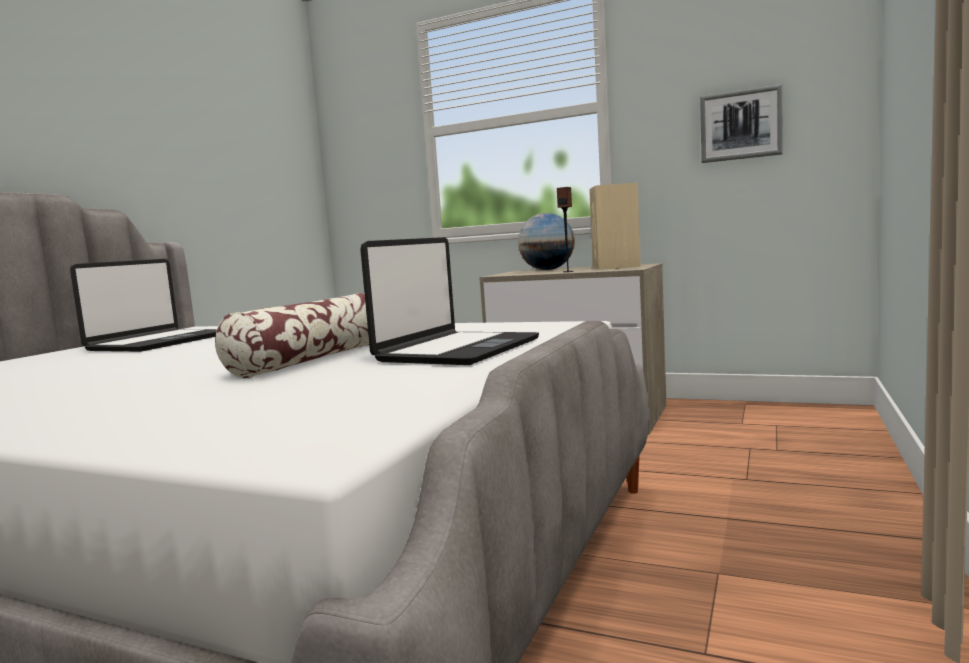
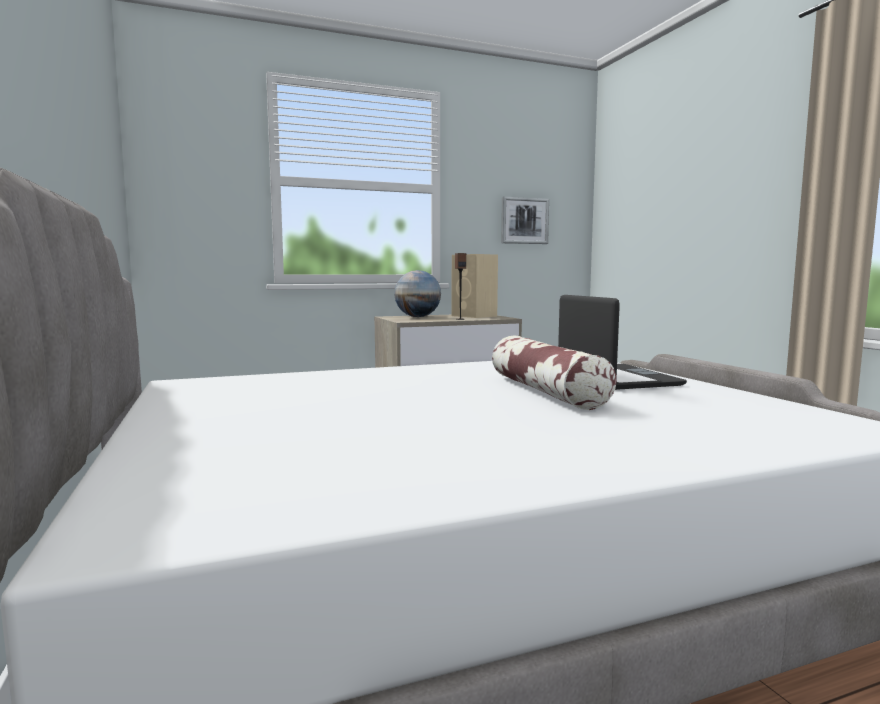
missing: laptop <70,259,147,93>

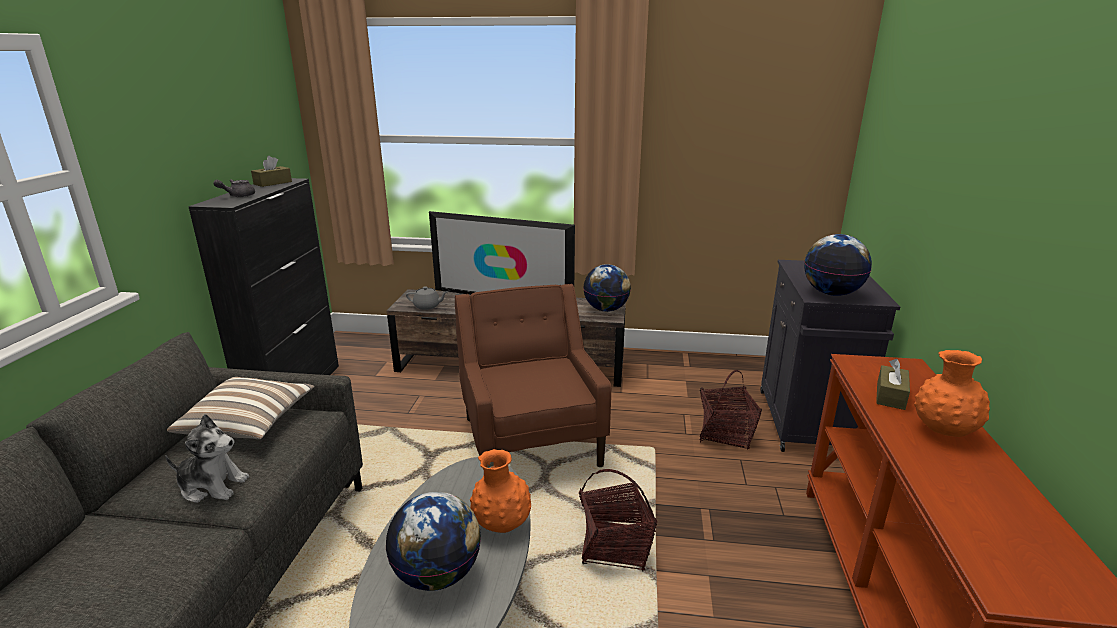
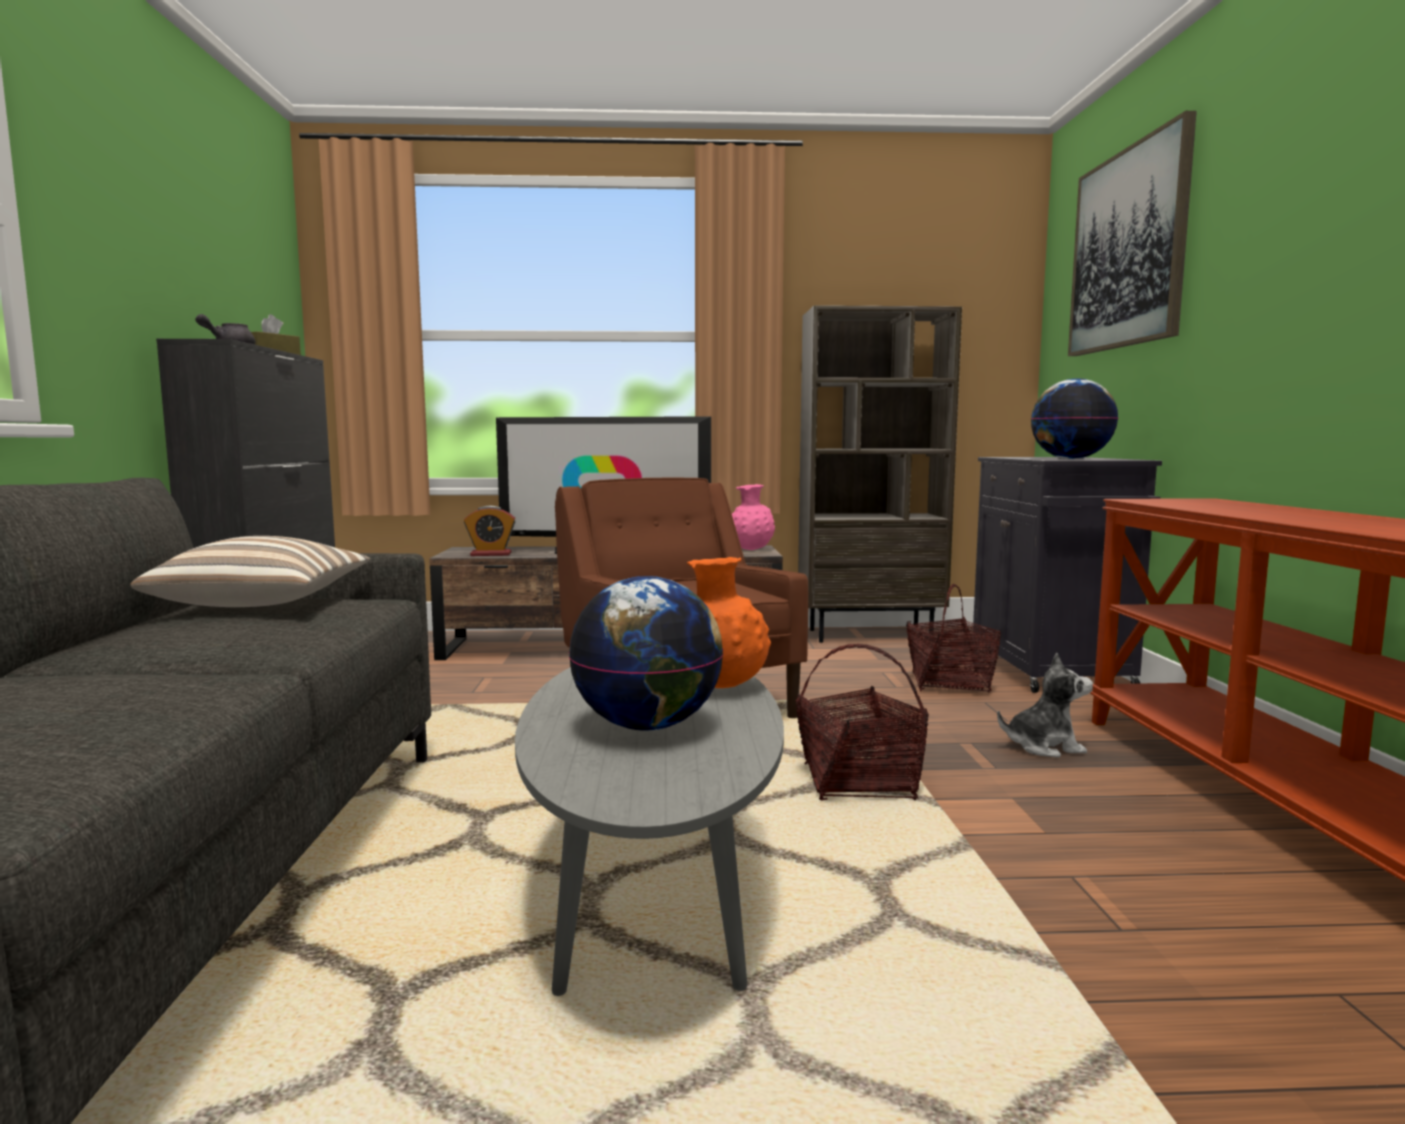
missing: brown_tissue_box <876,359,34,51>; orange_vase <914,350,76,87>
appeared: brown_bookcase <798,305,164,338>; picture <1068,111,129,245>
relocated: plush_toy <165,414,84,89> to <997,653,96,104>
exchanged: grey_teapot <406,286,42,24> to alarm_clock <464,506,52,50>; globe <583,264,48,48> to pink_vase <732,484,43,66>

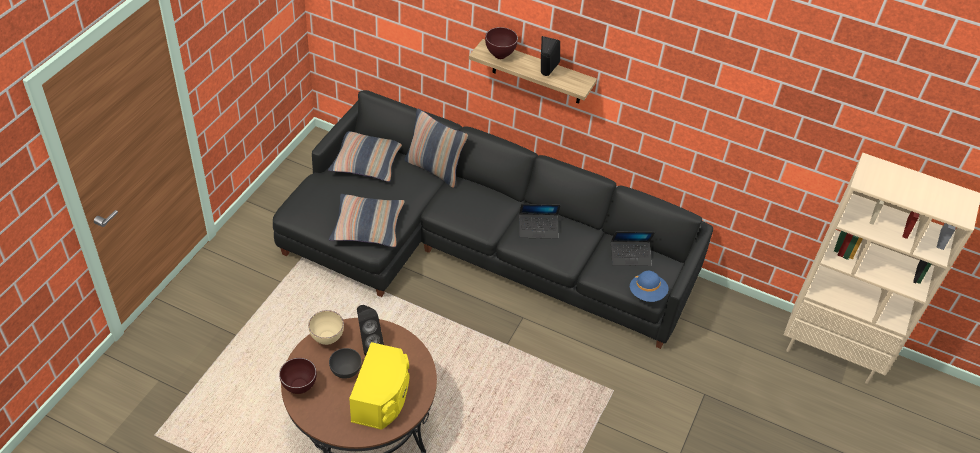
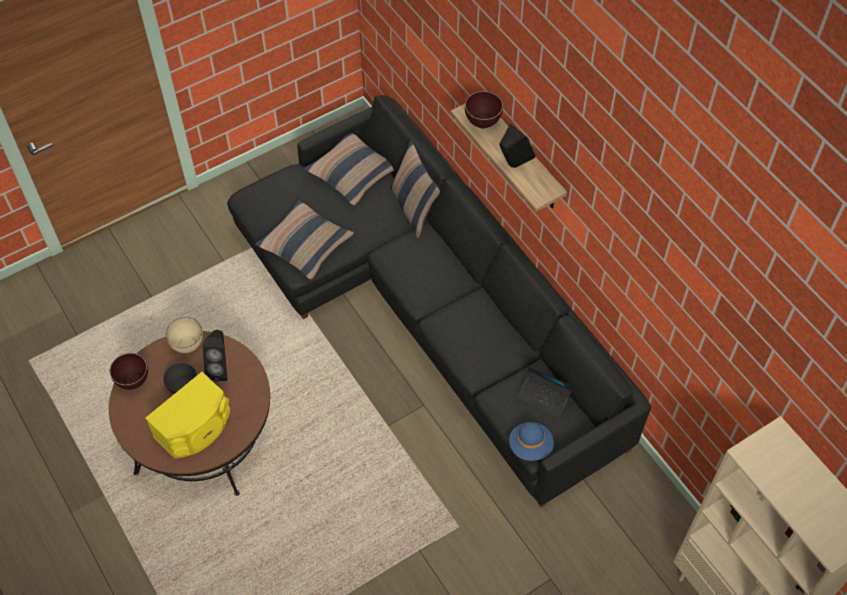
missing: laptop <519,204,42,35>

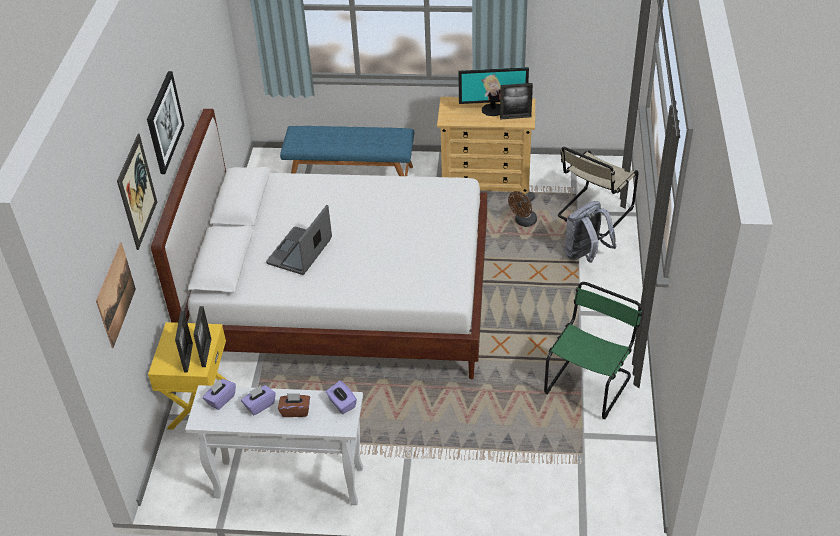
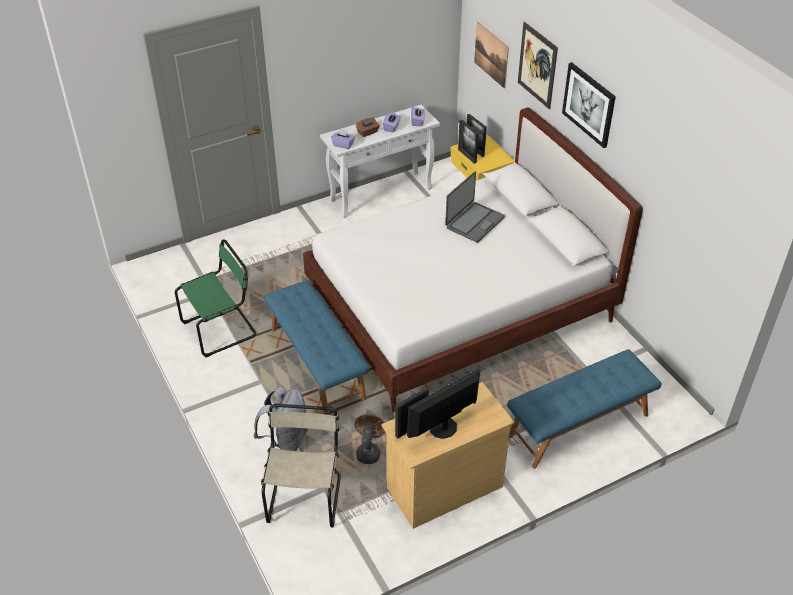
appeared: blue_bench <264,280,106,135>
spun: laptop <266,205,66,70> = <445,172,60,71> 45 degrees clockwise; green_chair <544,282,98,137> = <175,239,81,118> 120 degrees counterclockwise

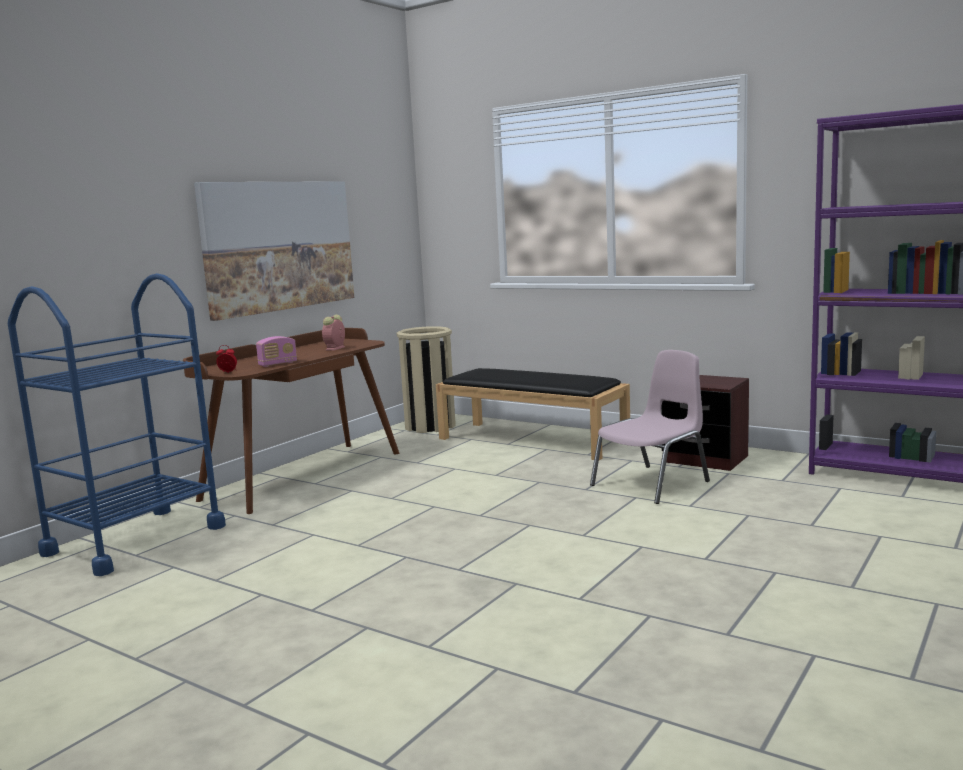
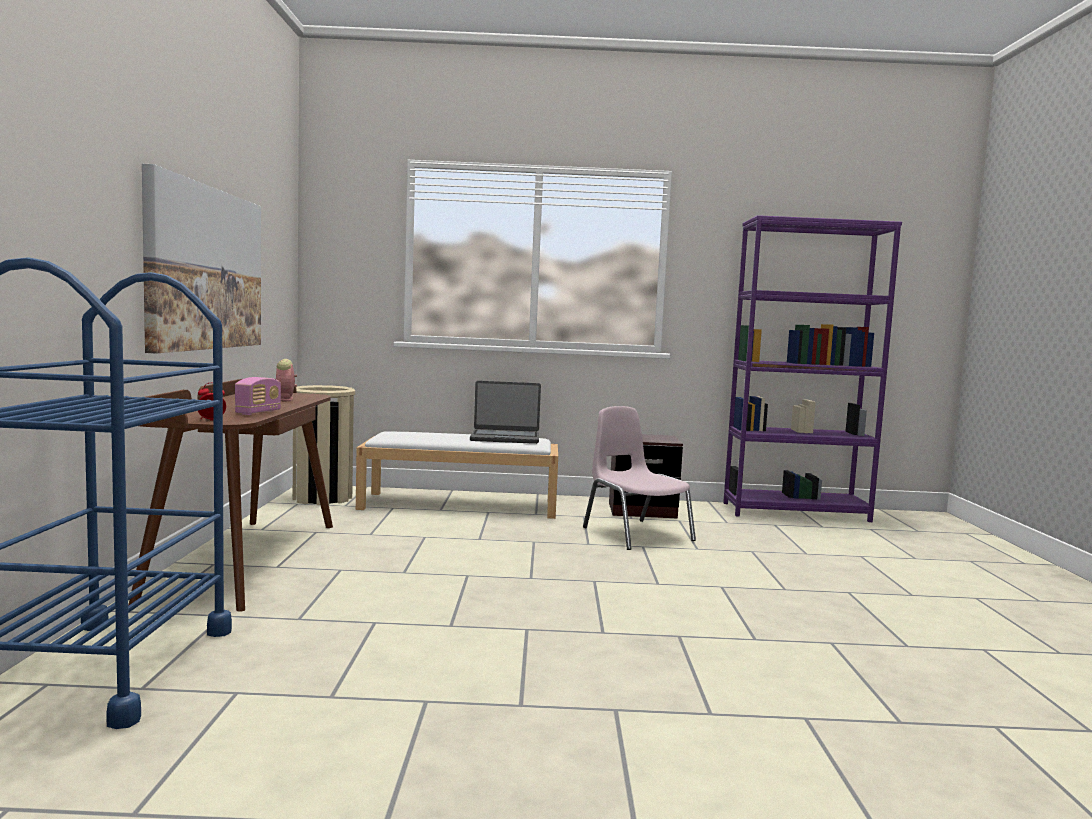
appeared: laptop <470,381,71,63>
colour: black_bench <436,368,194,92> to white_bench <356,431,202,88>
spun: pink_chair <590,350,120,154> = <583,406,113,144> 45 degrees counterclockwise

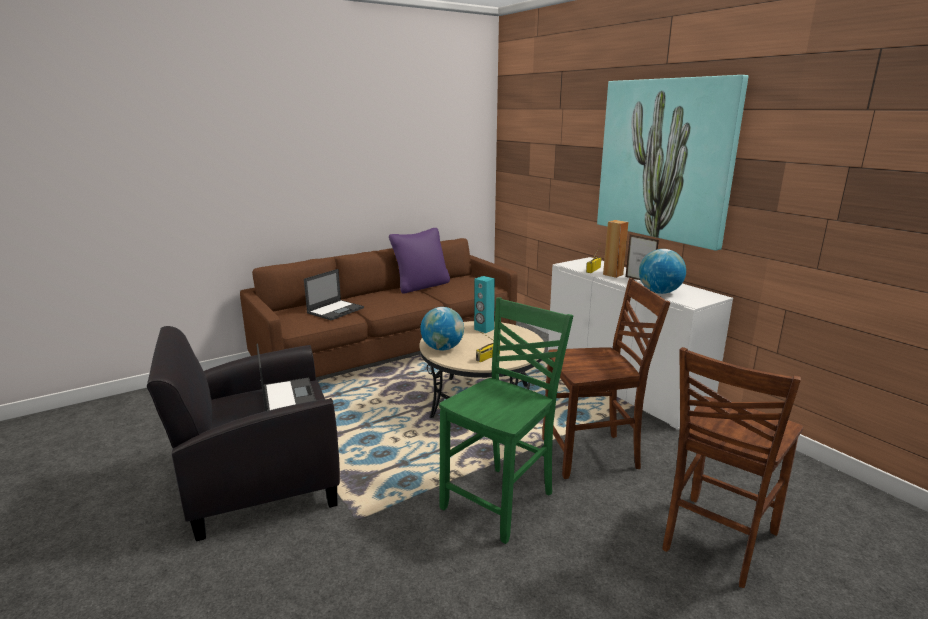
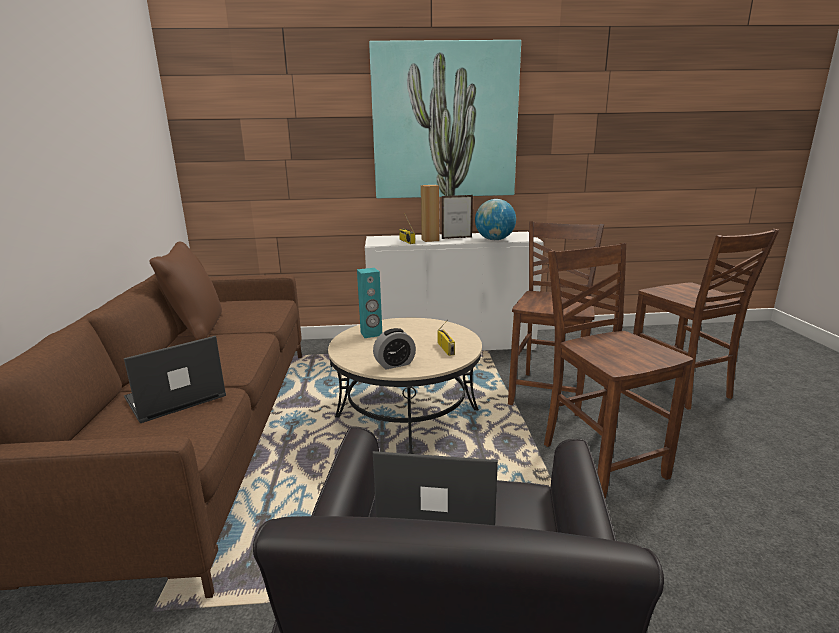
exchanged: globe <420,307,44,44> to alarm_clock <373,328,43,42>
colour: purple_pillow <389,228,61,66> to brown_pillow <149,241,73,99>; green_chair <439,297,134,247> to brown_chair <544,243,149,256>
spun: laptop <304,269,60,51> = <124,336,102,87> 105 degrees counterclockwise

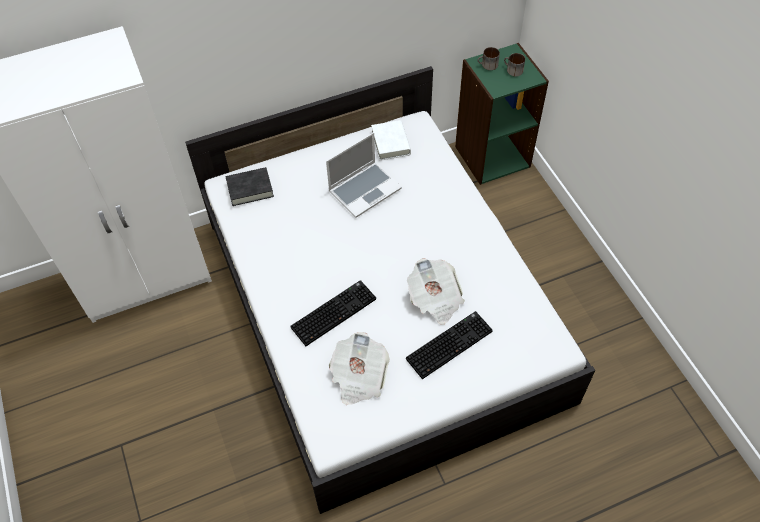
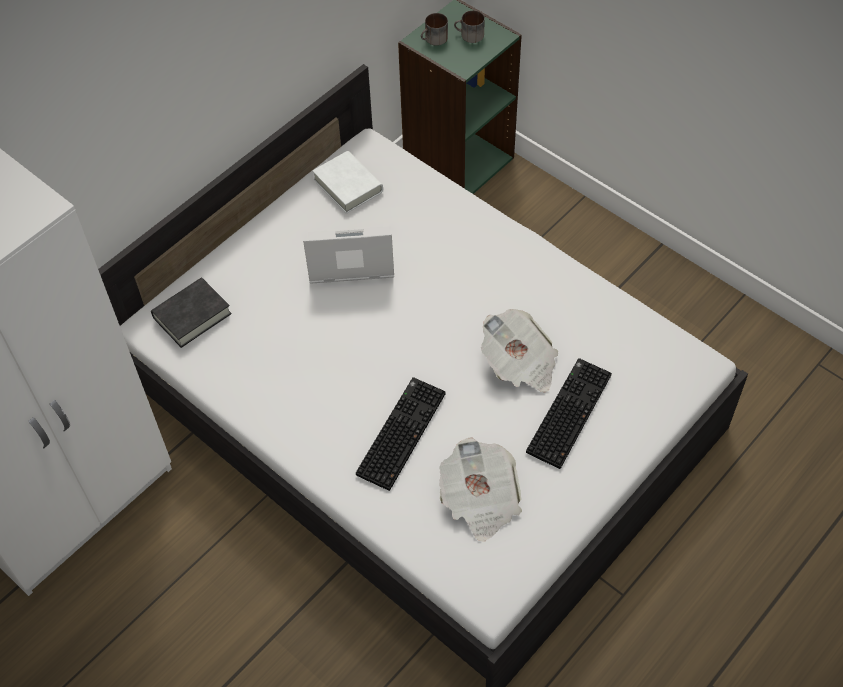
spun: laptop <326,133,76,85> = <303,226,91,58> 120 degrees counterclockwise

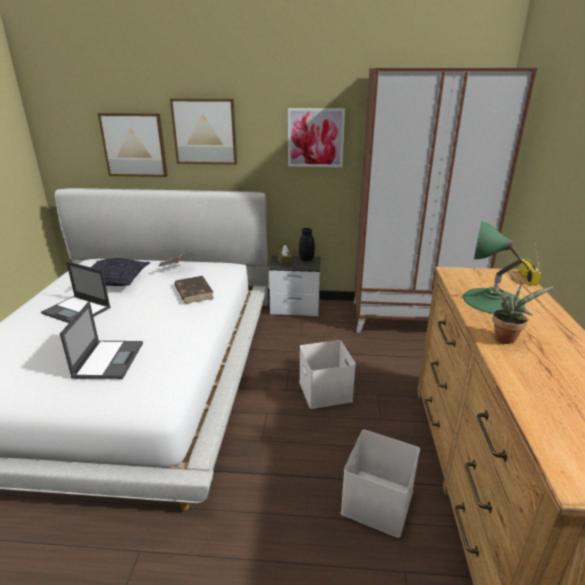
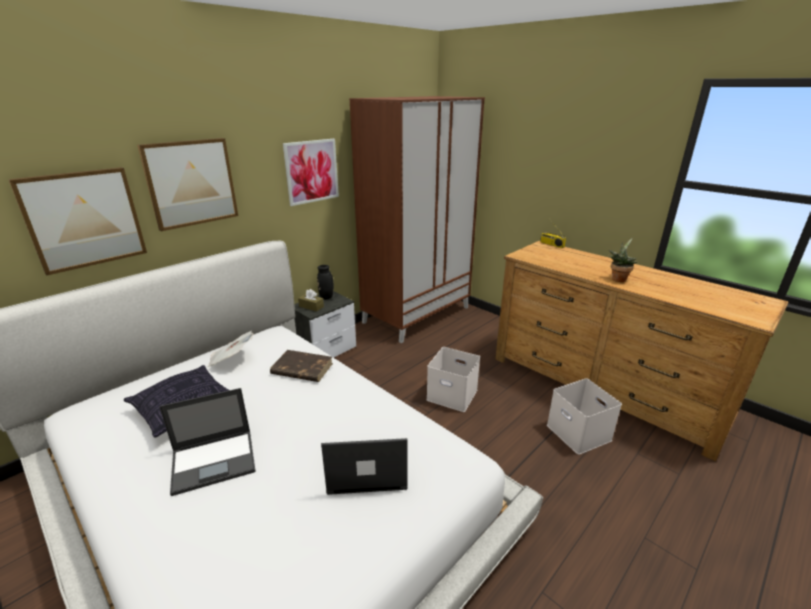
missing: green_table_lamp <463,222,62,92>
spun: laptop <60,301,83,78> = <321,438,87,57> 45 degrees counterclockwise

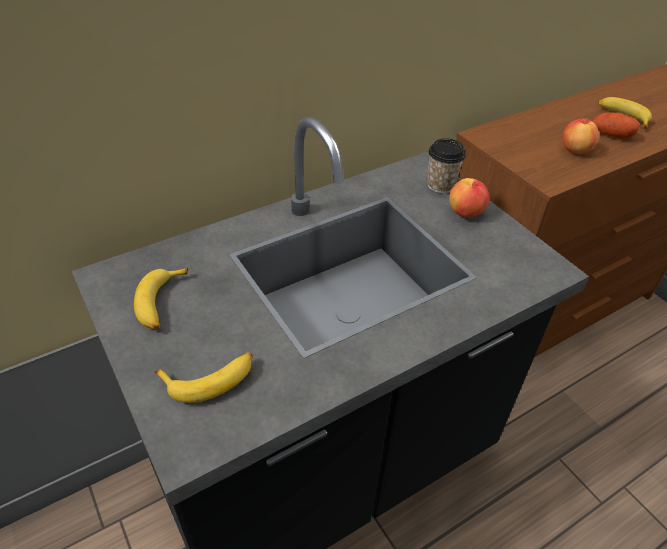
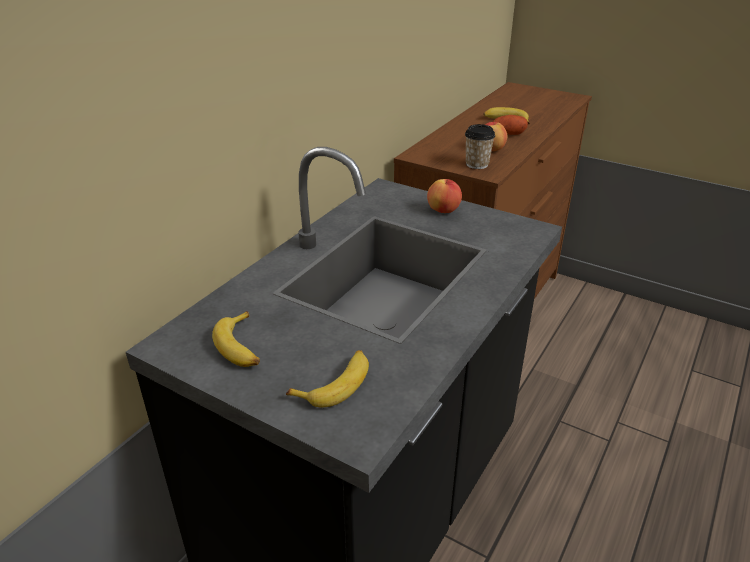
relocated: cup <427,138,39,55> to <465,124,30,45>

